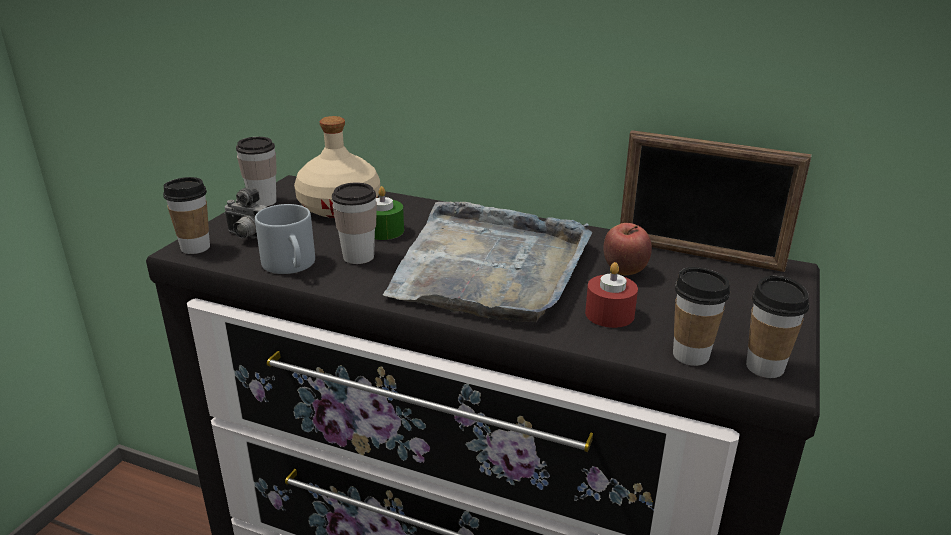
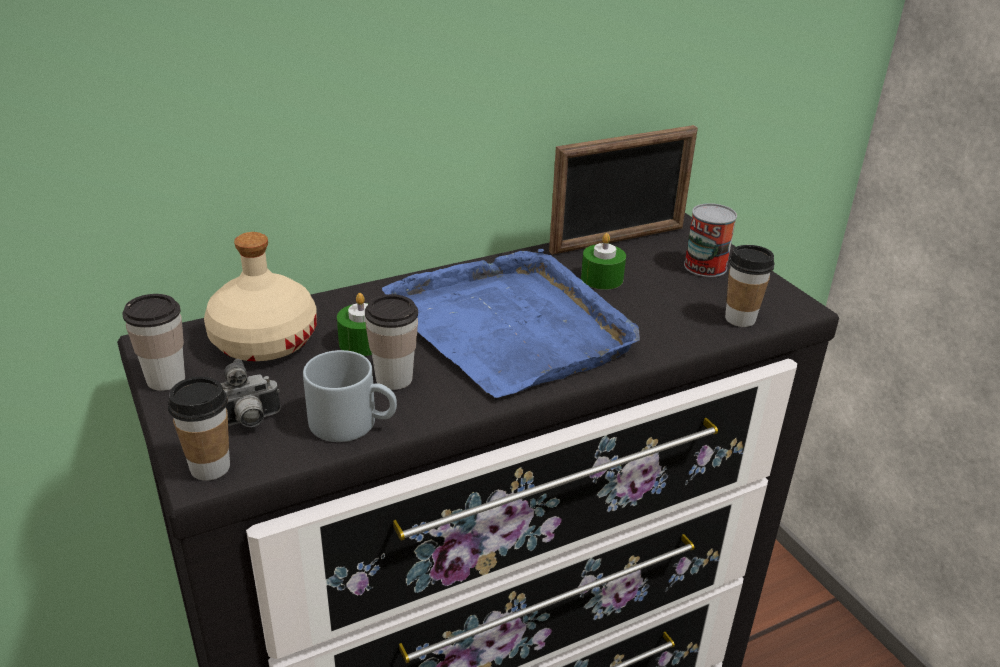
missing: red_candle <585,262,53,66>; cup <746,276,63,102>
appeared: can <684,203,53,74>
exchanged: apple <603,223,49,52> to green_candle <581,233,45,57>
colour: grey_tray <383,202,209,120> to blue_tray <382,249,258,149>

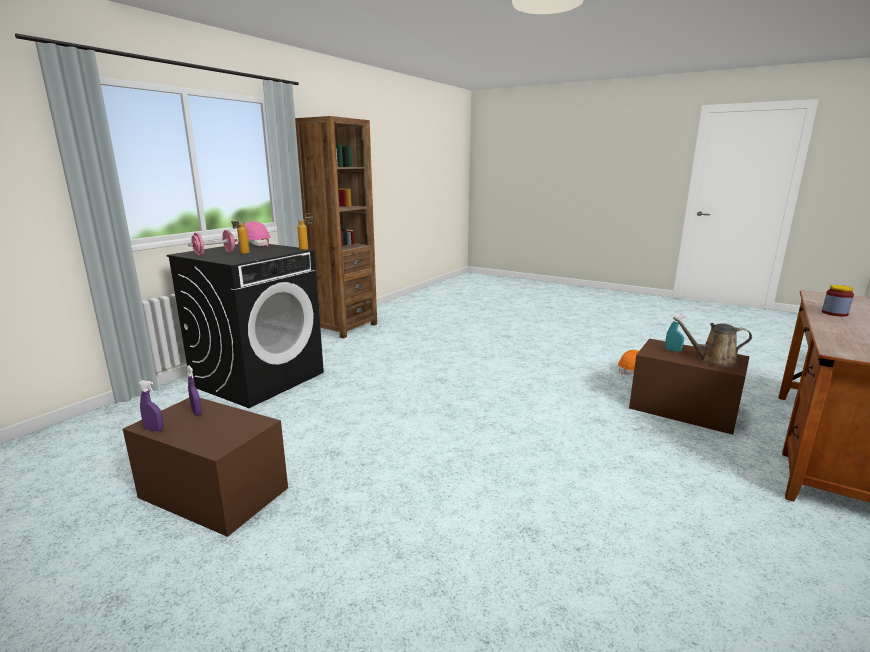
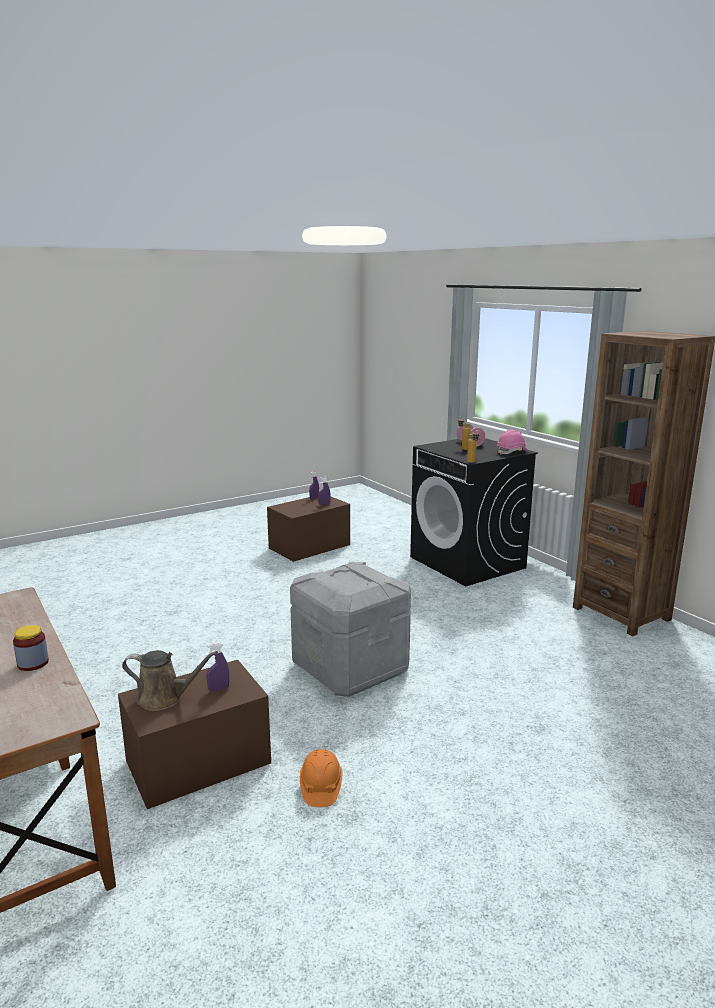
appeared: grey_storage_box <290,562,121,135>
colour: turquoise_spray_bottle <665,314,21,38> to purple_spray_bottle <206,643,23,49>
spun: brown_watering_can <673,317,79,50> = <122,650,96,61> 60 degrees clockwise

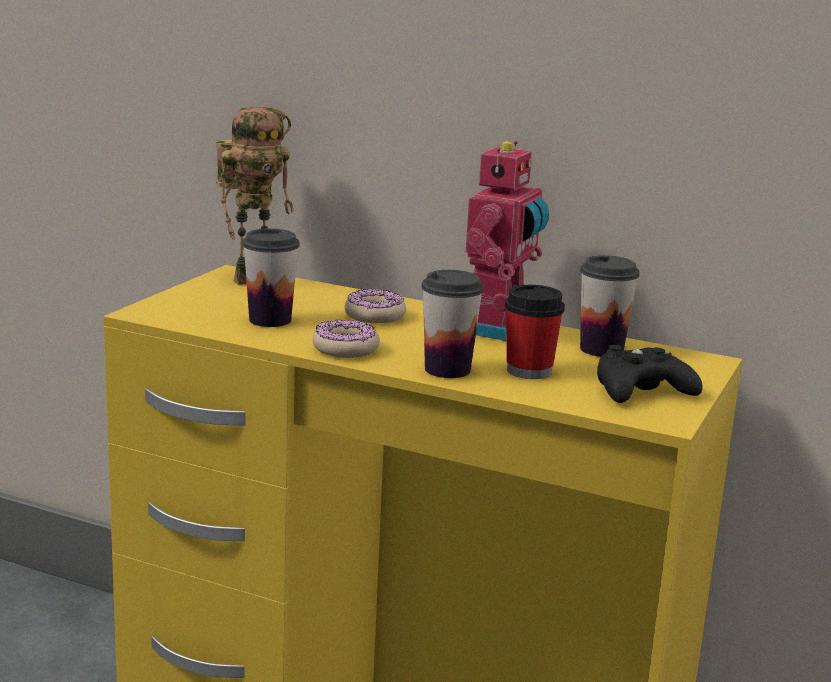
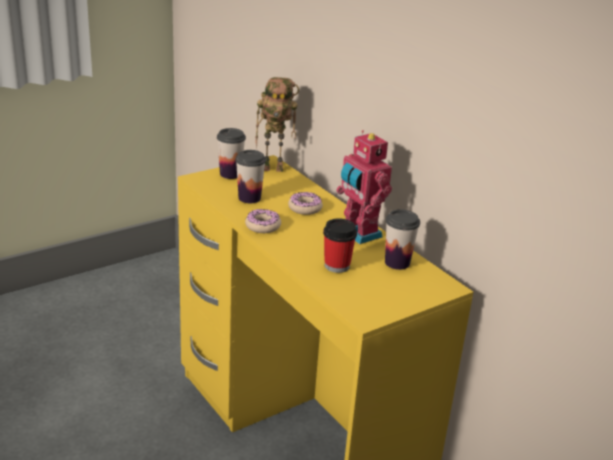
missing: black_game_controller <597,345,106,58>
relocated: cup <421,270,63,108> to <217,128,29,51>
spun: toy_robot <466,141,83,200> = <336,130,56,114> 90 degrees clockwise

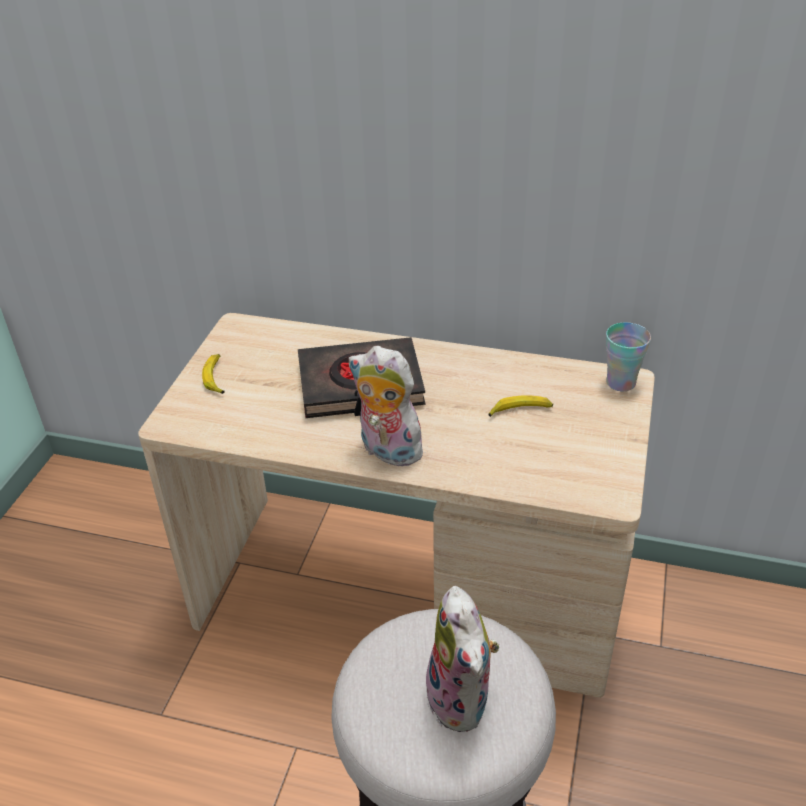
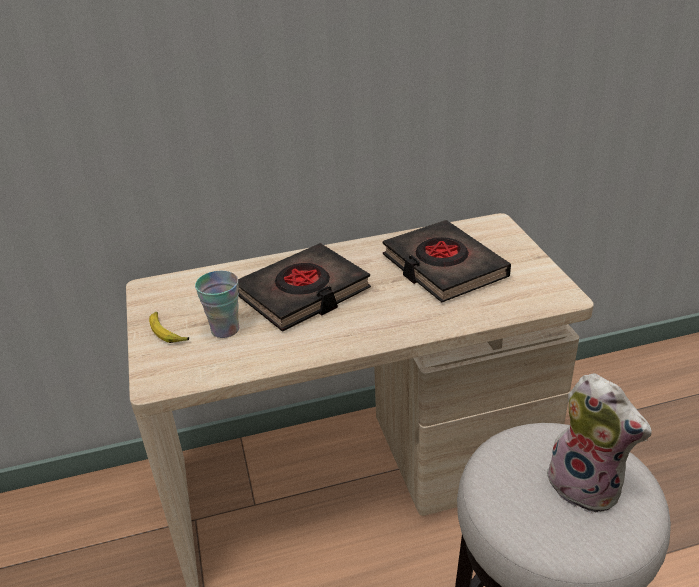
missing: plush_toy <349,346,77,122>
relocated: cup <606,322,45,70> to <195,271,44,67>
exchanged: banana <488,395,65,22> to black_book <382,220,129,82>

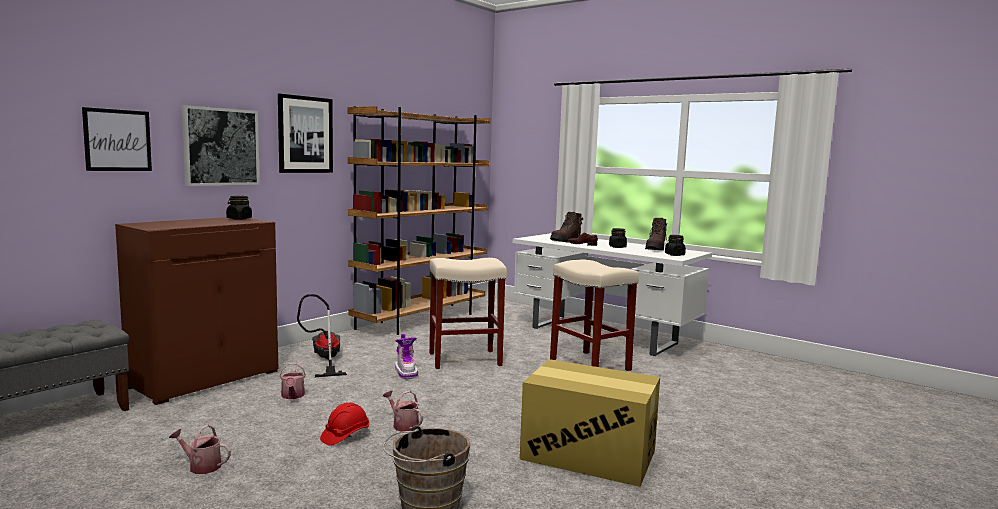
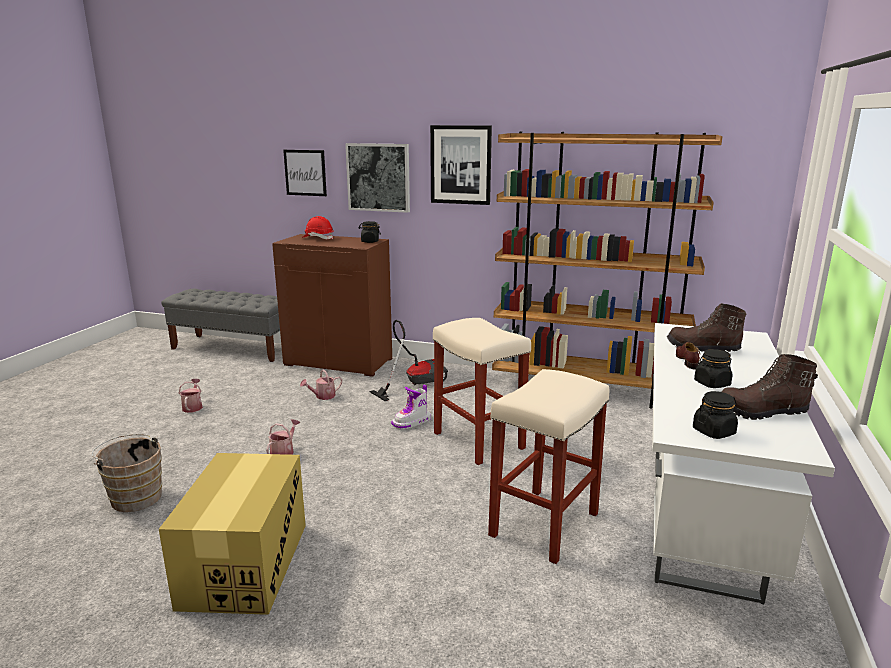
relocated: red_hard_hat <320,403,50,43> to <302,216,32,23>

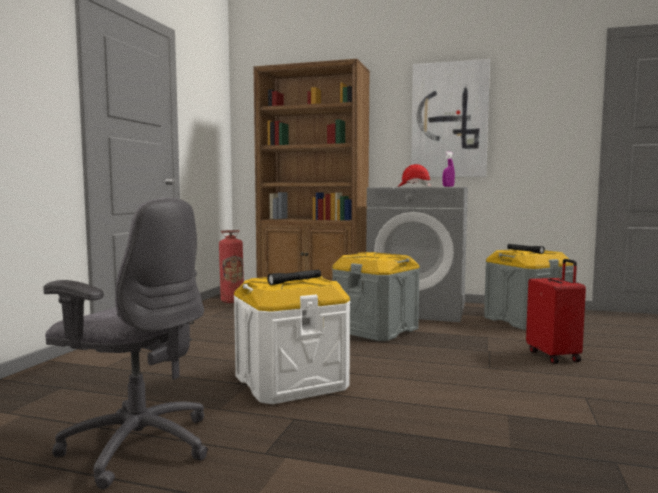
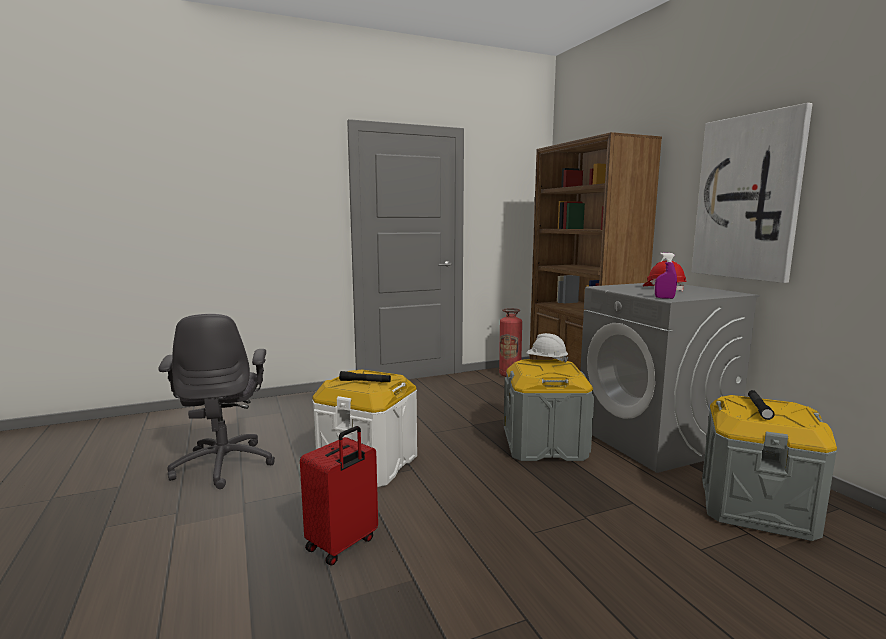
appeared: white_hard_hat <526,333,43,30>
relocated: red_suitcase <526,259,60,105> to <300,426,78,140>

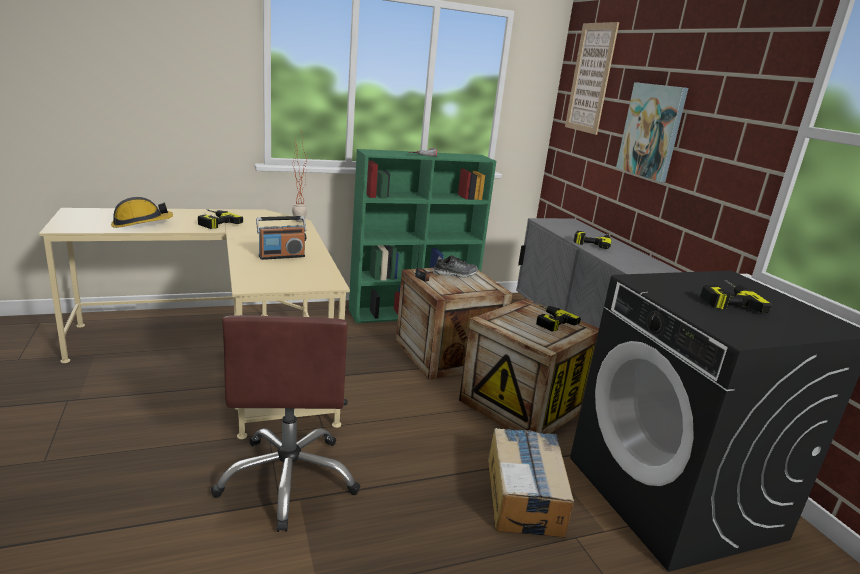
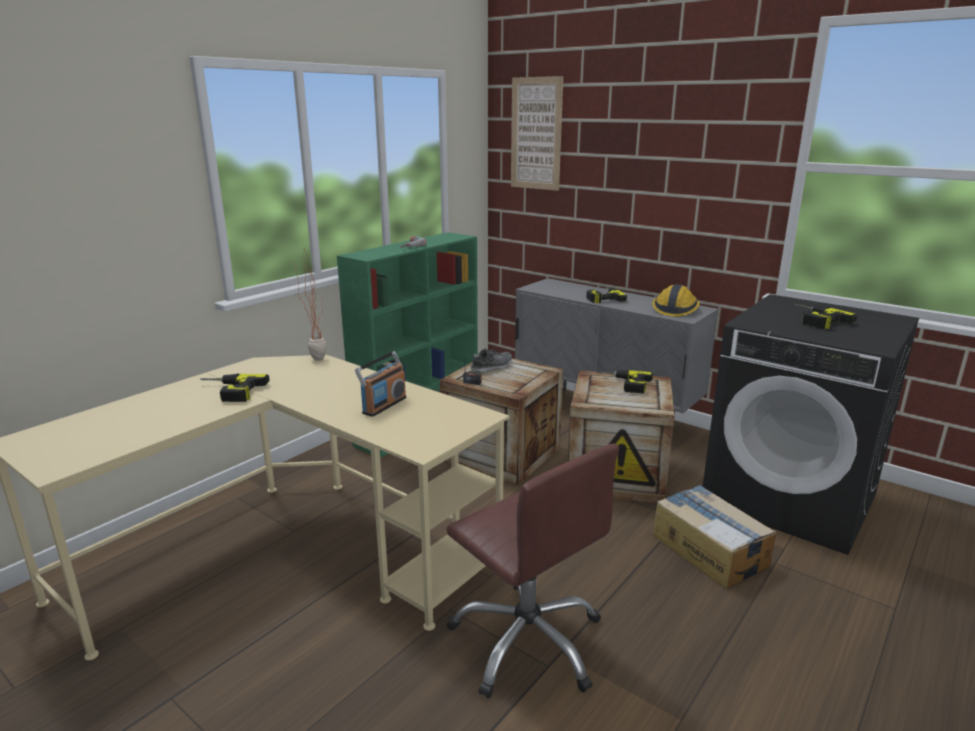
missing: picture <616,82,72,100>
relocated: hard_hat <111,197,62,31> to <652,284,48,33>

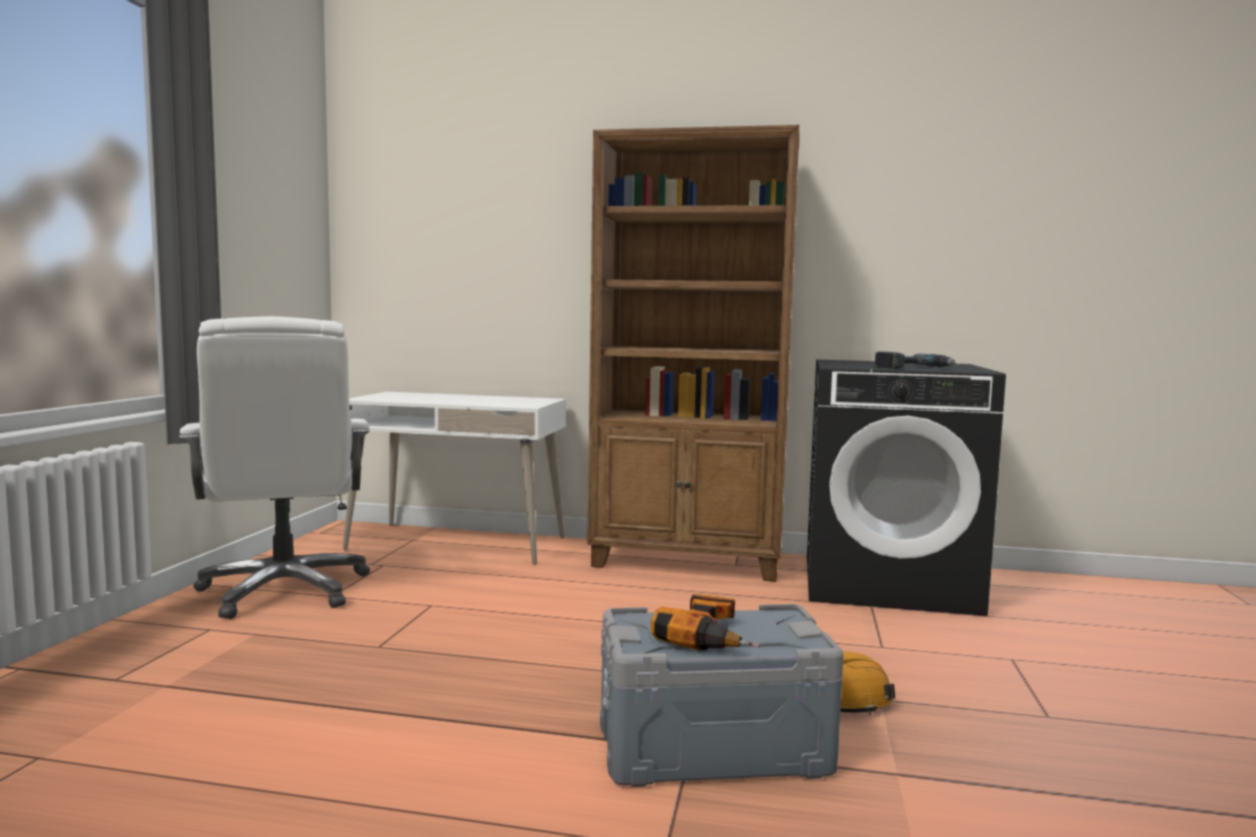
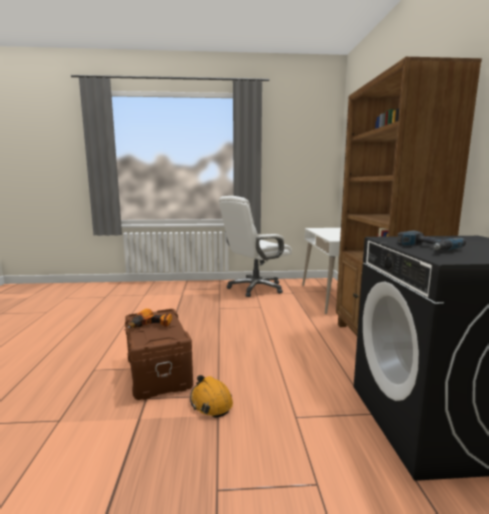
colour: grey_storage_box <600,604,243,183> to brown_storage_box <125,309,68,91>

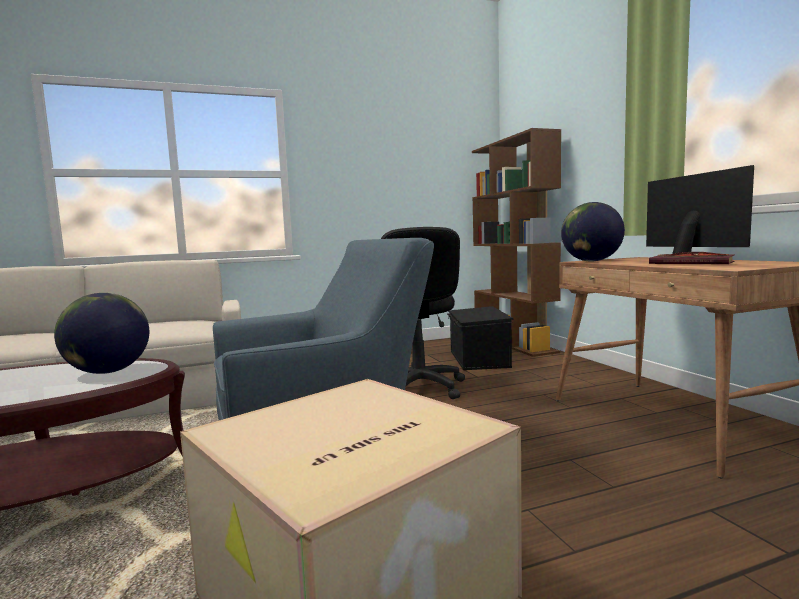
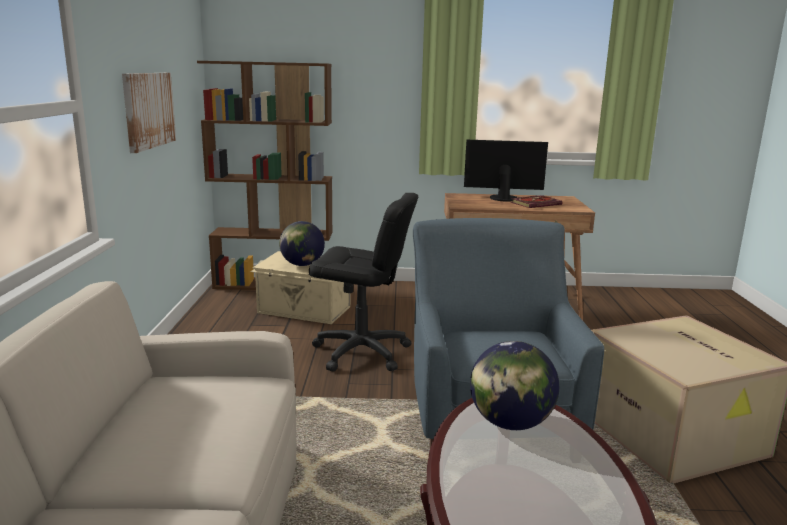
appeared: picture <122,73,54,80>
relocated: globe <561,202,64,60> to <279,221,46,45>
colour: black_storage_box <447,306,66,64> to beige_storage_box <250,251,100,73>

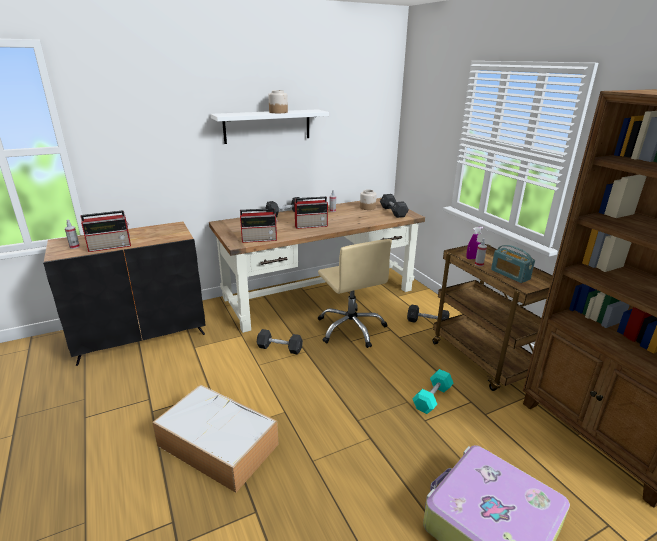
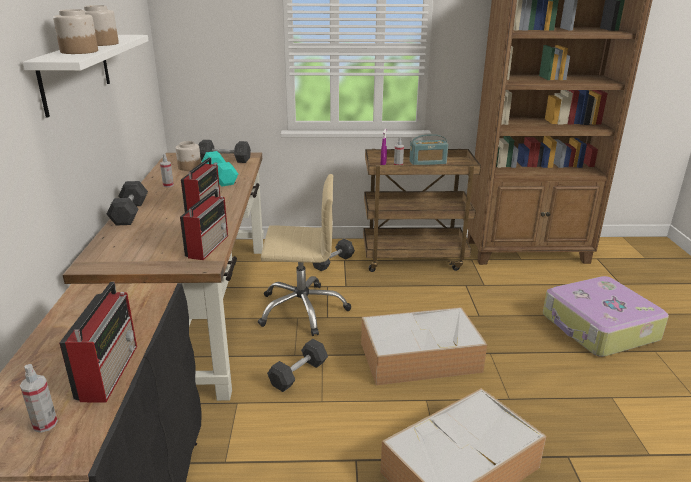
appeared: jar <53,9,45,45>; storage_box <361,307,126,78>
relocated: turquoise_dumbbell <413,369,40,45> to <201,151,37,35>

